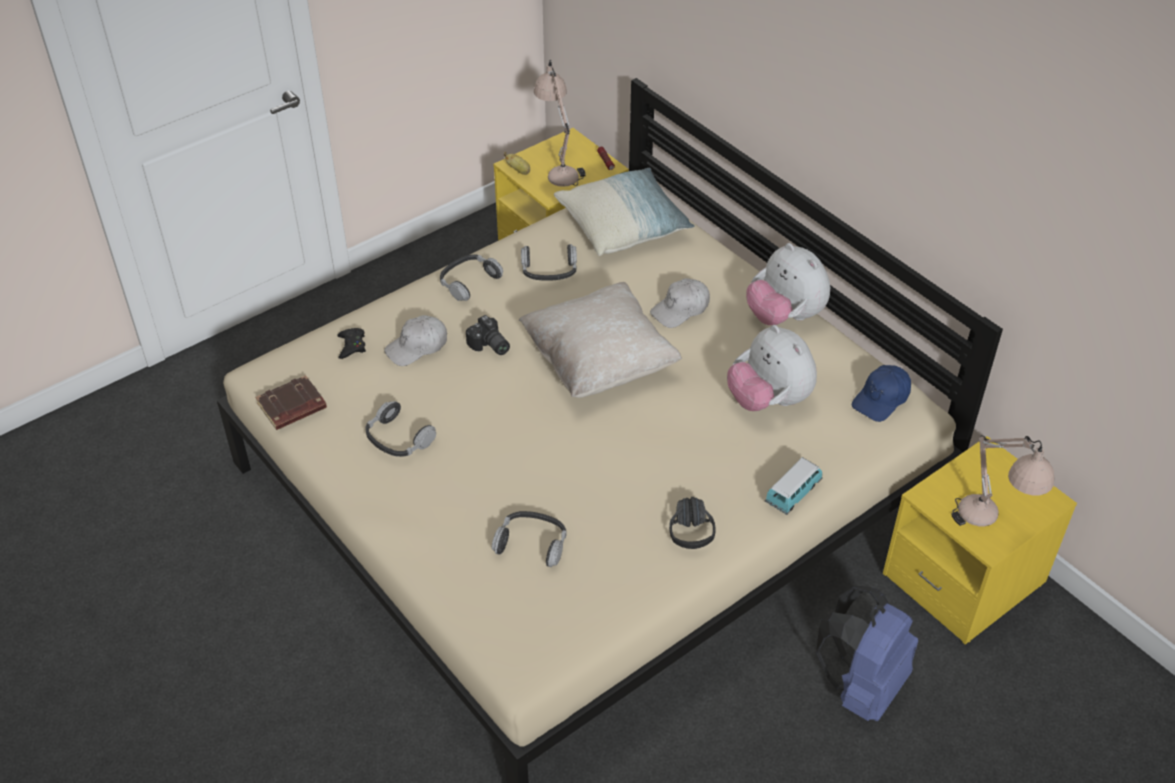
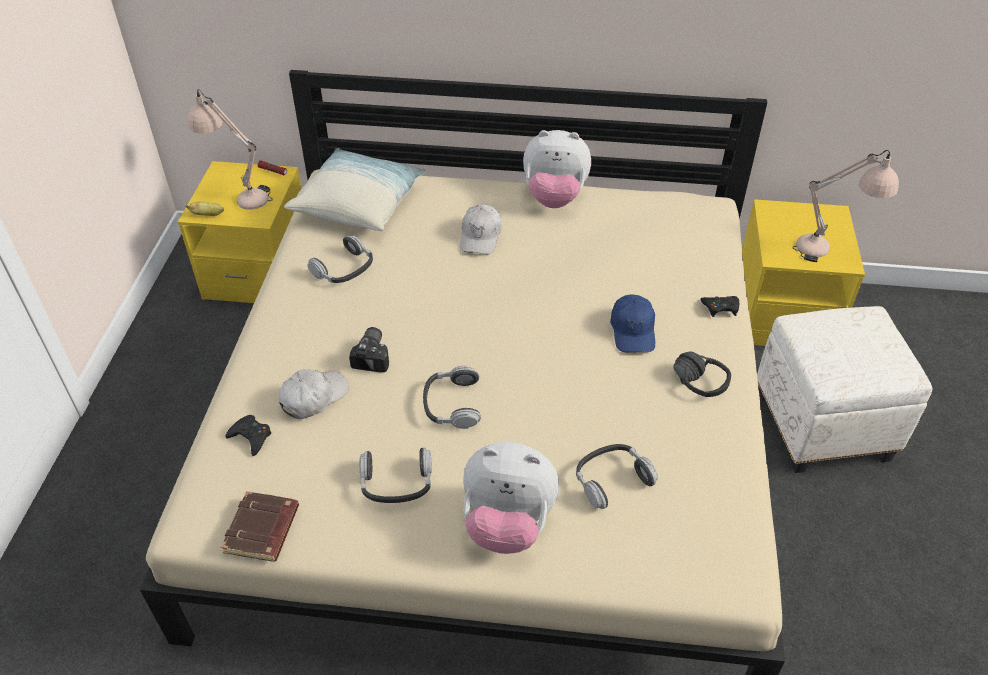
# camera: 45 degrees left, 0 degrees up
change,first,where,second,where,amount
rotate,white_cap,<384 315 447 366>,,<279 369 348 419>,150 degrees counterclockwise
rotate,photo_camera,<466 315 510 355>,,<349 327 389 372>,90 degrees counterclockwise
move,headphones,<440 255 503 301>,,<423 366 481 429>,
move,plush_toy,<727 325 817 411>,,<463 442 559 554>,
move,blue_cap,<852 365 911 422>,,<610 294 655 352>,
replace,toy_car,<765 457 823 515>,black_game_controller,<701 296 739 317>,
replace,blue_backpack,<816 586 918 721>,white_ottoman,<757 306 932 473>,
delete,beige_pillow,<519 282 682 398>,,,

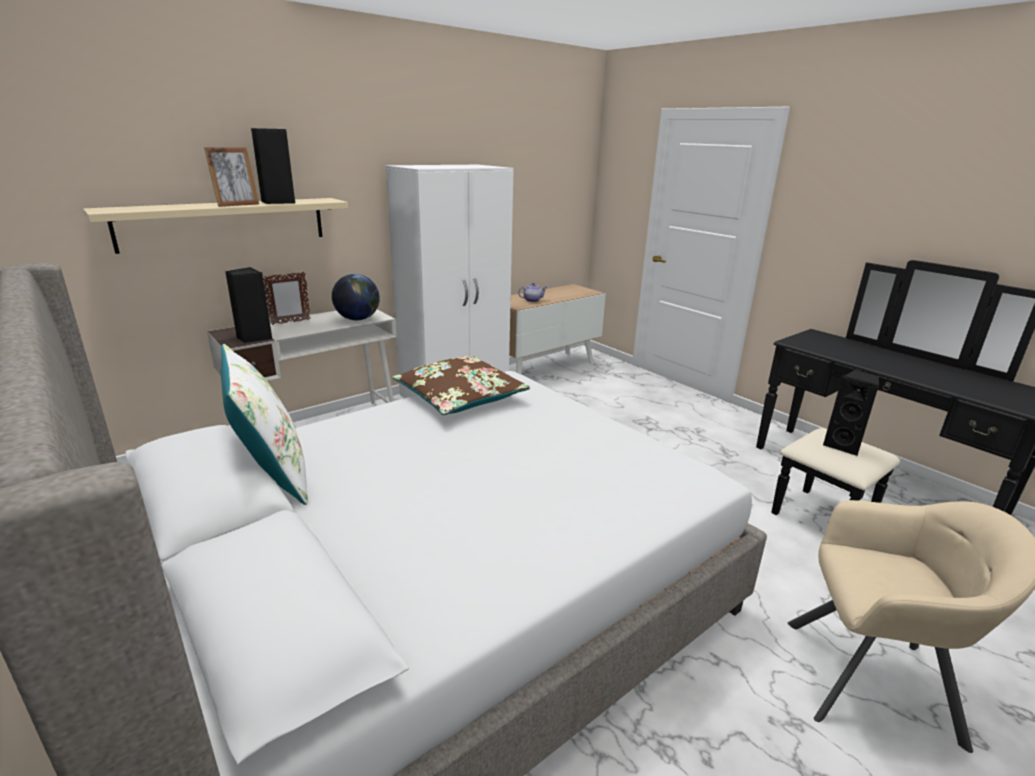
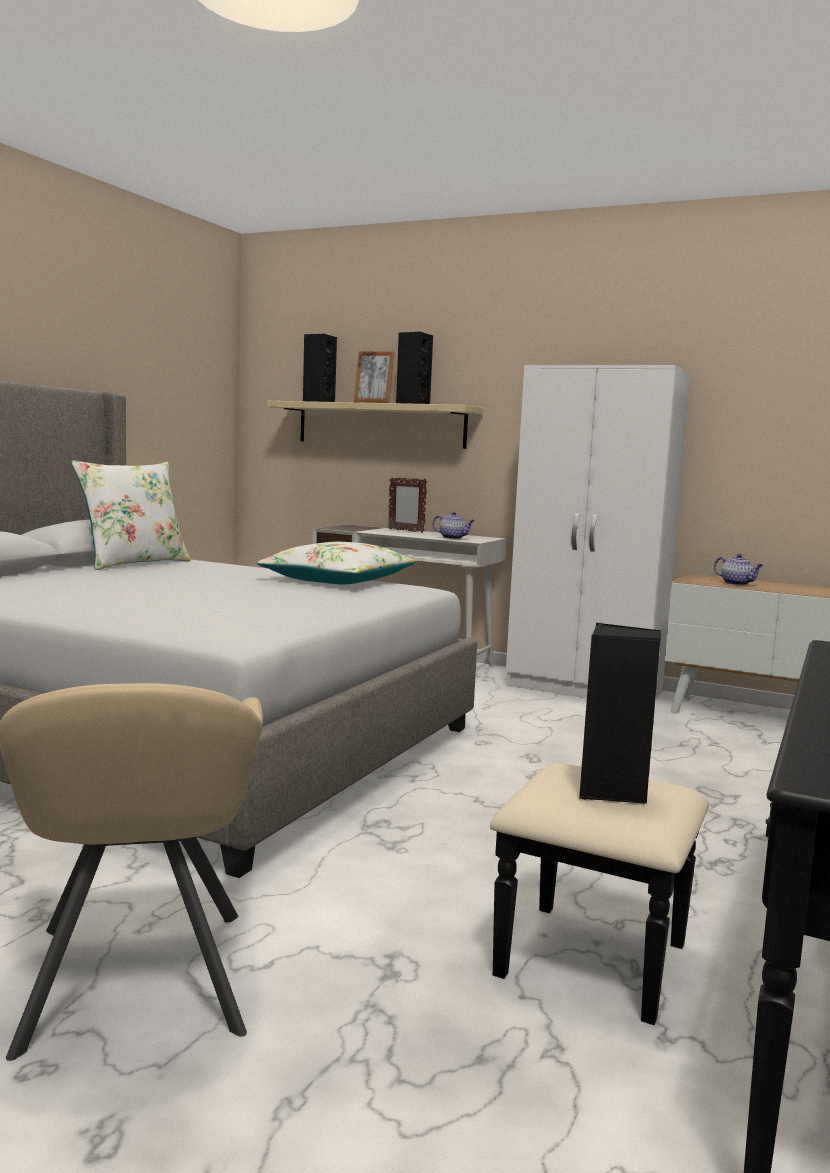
# camera: 65 degrees right, 15 degrees down
change,first,where,second,where,amount
recolor,brown_pillow,<392 356 530 415>,white_pillow,<257 542 416 585>,
move,black_speaker,<225 267 272 343>,,<303 334 337 402>,
replace,globe,<332 274 380 320>,teapot,<433 512 475 539>,

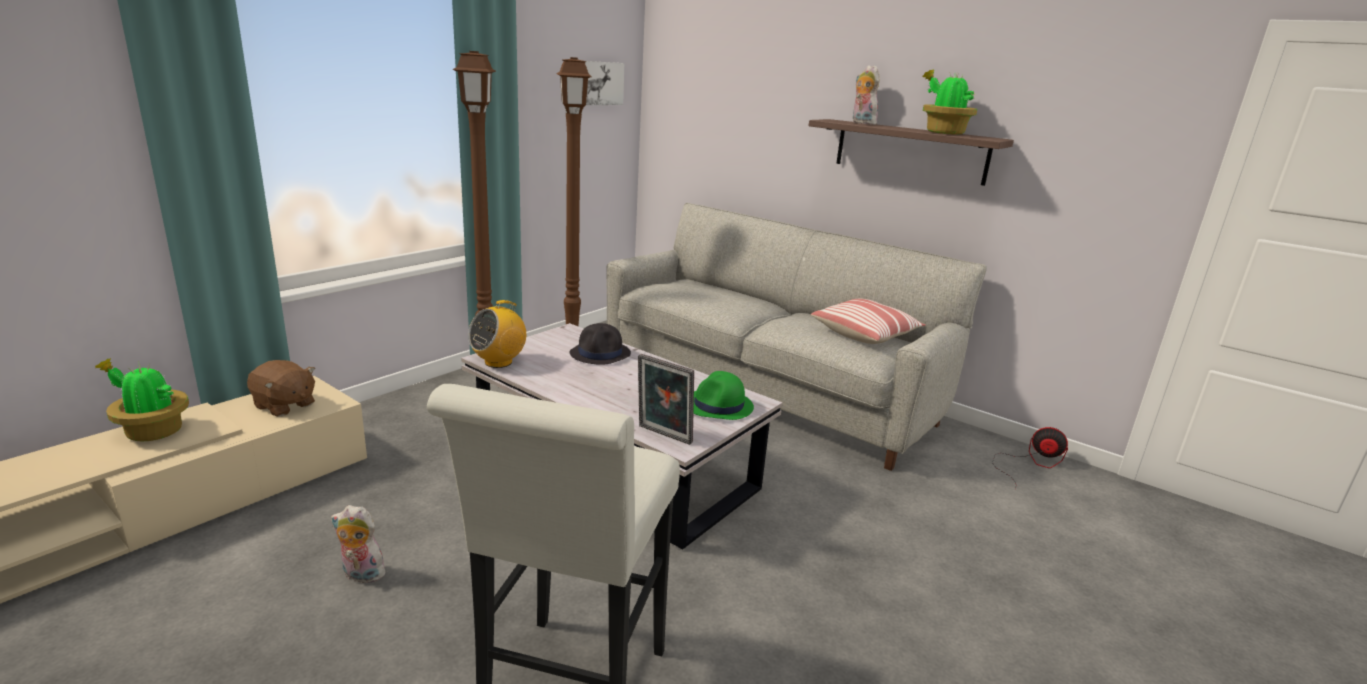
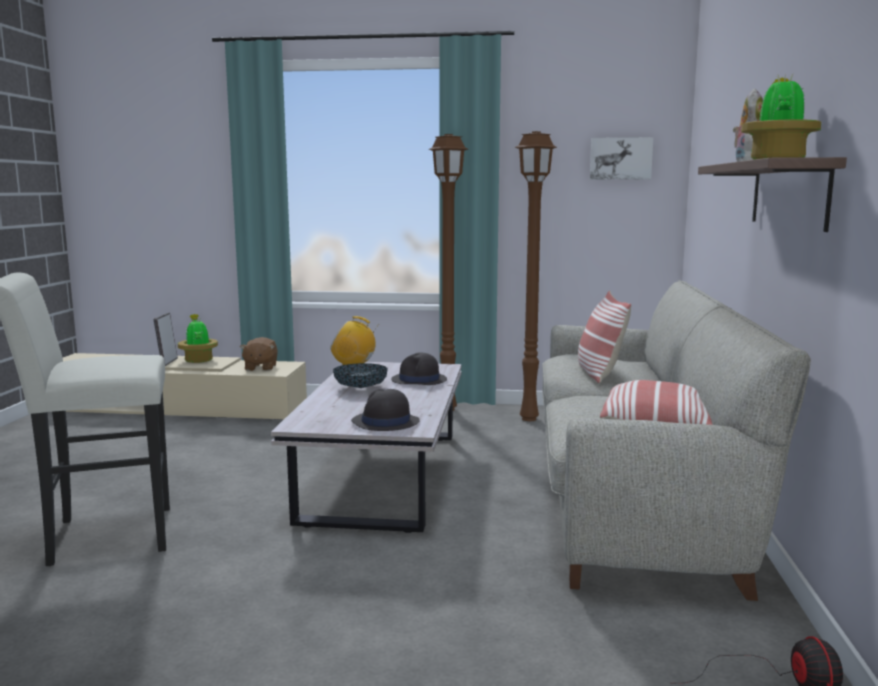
# camera: 60 degrees right, 10 degrees down
change,first,where,second,where,amount
move,picture_frame,<638 354 694 445>,,<153 313 178 366>,
insert,,,bowl,<333 363 388 388>,
recolor,green_hat,<693 371 754 420>,black_hat,<351 389 420 431>,
insert,,,pillow,<578 291 631 383>,
delete,plush_toy,<331 505 391 583>,,,

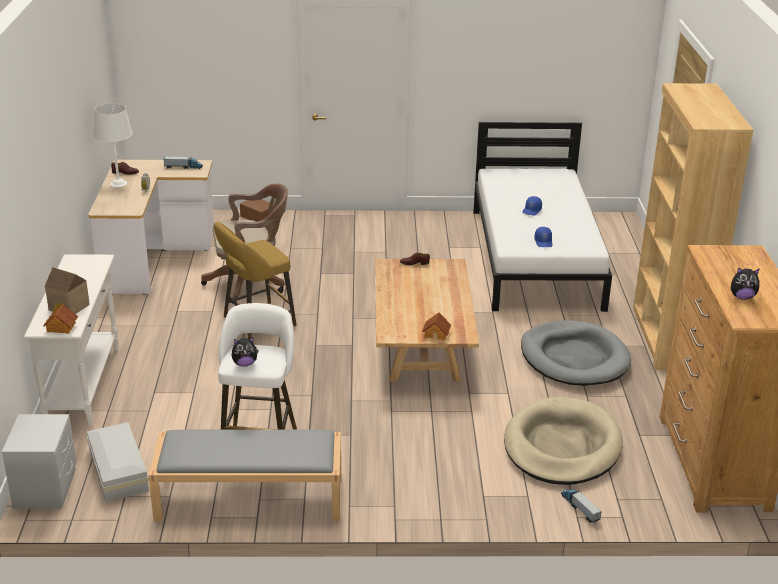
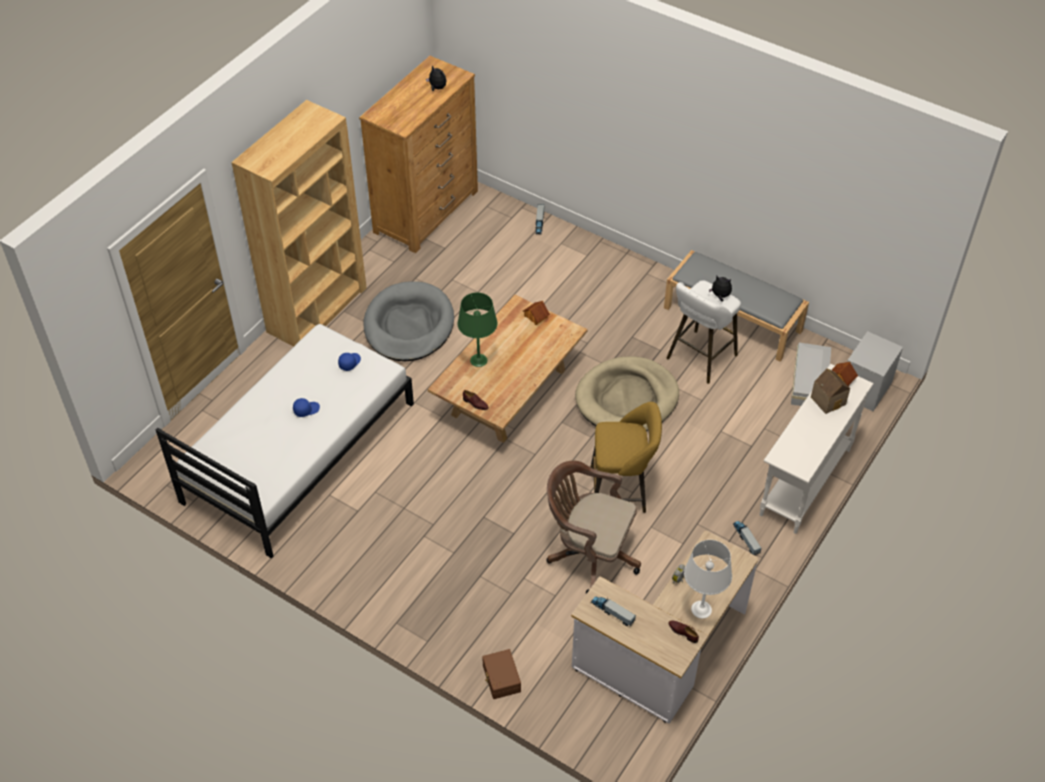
# camera: 145 degrees left, 20 degrees up
change,first,where,second,where,amount
insert,,,green_table_lamp,<457 293 497 367>,
move,beige_dog_bed,<504 397 623 485>,,<575 356 679 431>,
insert,,,toy_truck,<733 521 762 555>,

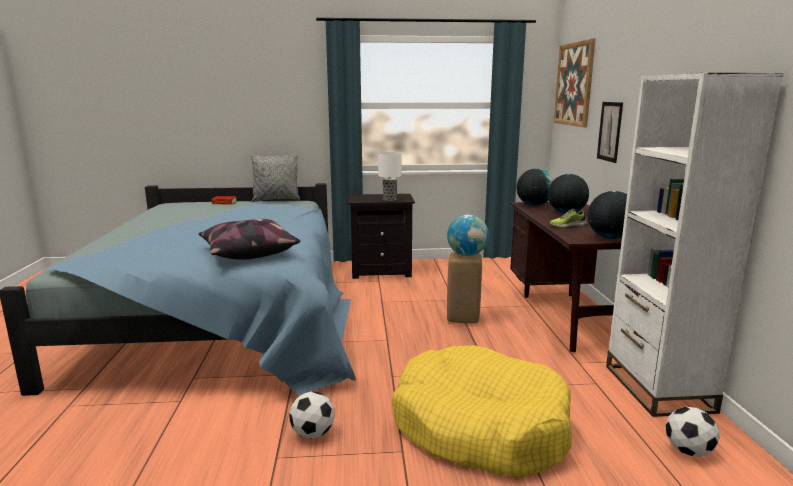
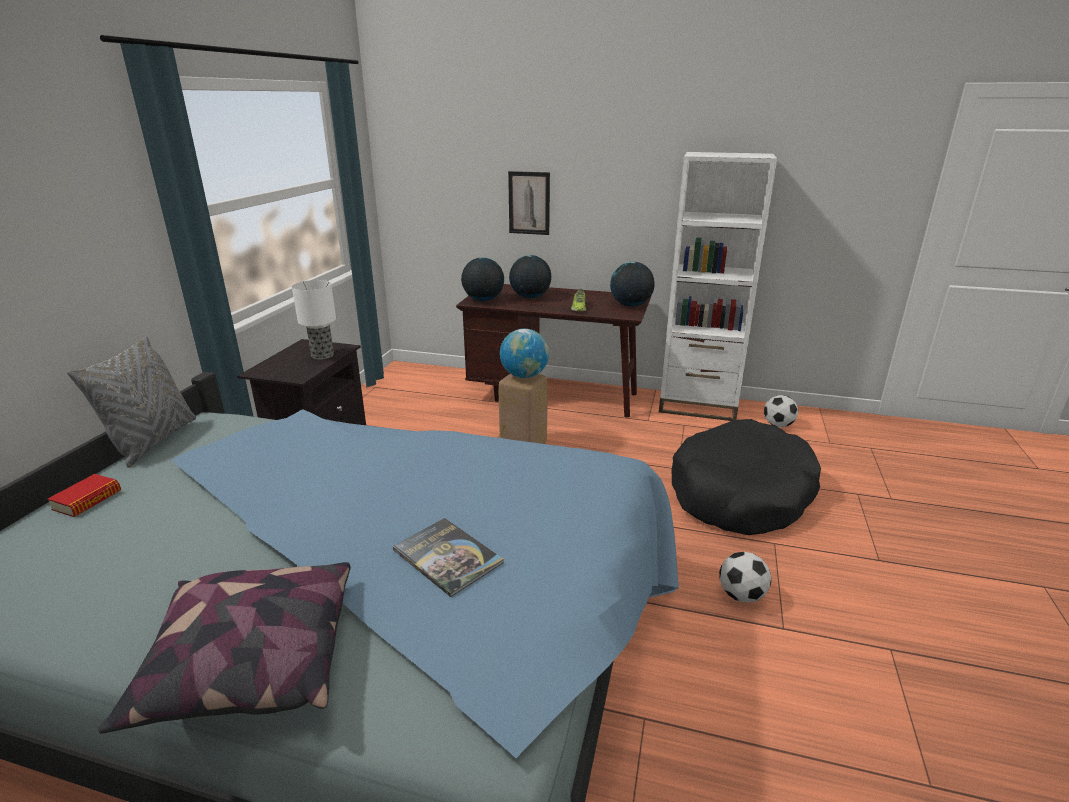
# camera: 70 degrees left, 10 degrees up
change,first,where,second,where,amount
move,pillow,<199 219 300 260>,,<98 562 351 733>,
insert,,,book,<393 518 504 597>,
recolor,yellow_dog_bed,<392 345 572 478>,black_dog_bed,<672 419 821 535>,
delete,picture,<554 39 595 127>,,,

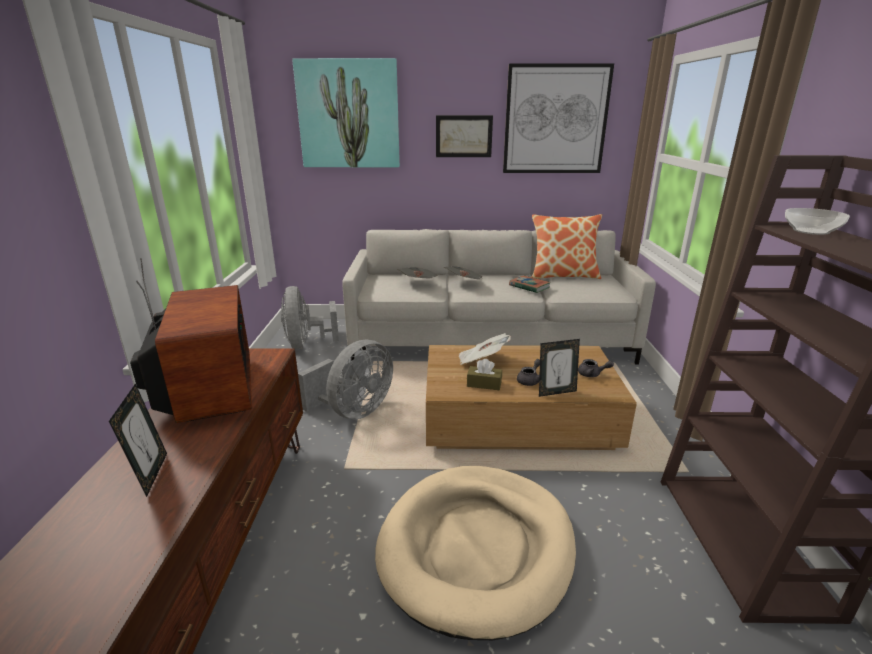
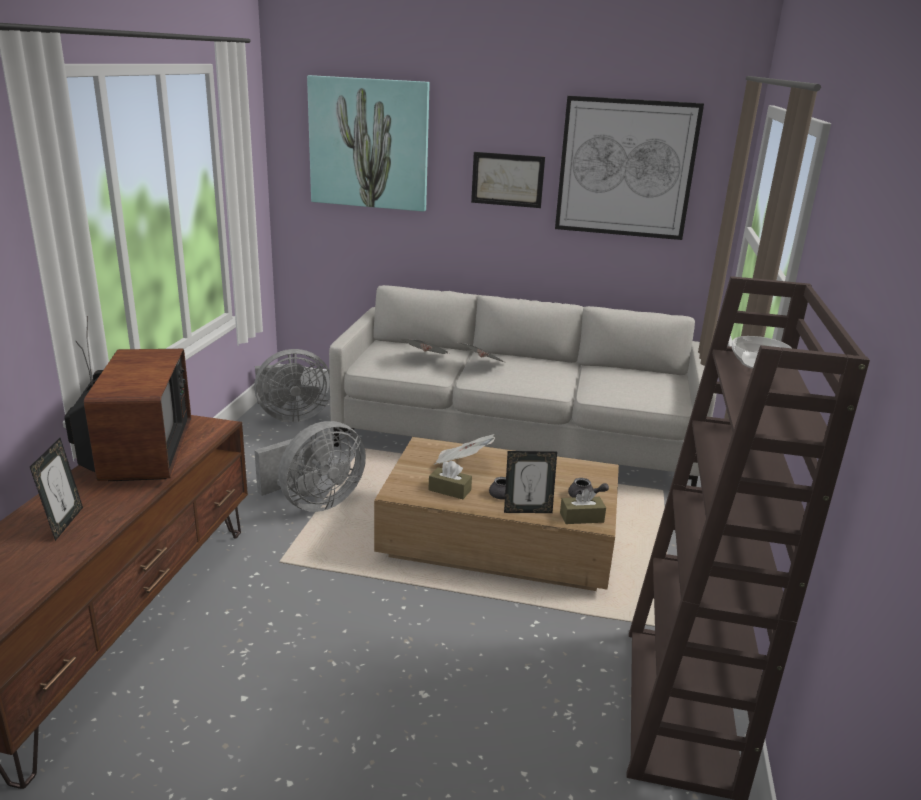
# camera: 10 degrees right, 0 degrees up
change,first,where,second,where,amount
rotate,grey_fan,<281 286 339 349>,,<254 349 330 422>,105 degrees counterclockwise
insert,,,brown_tissue_box,<560 489 606 524>,
delete,beige_dog_bed,<375 466 576 640>,,,
delete,book,<509 275 551 293>,,,
delete,pillow,<532 214 602 279>,,,

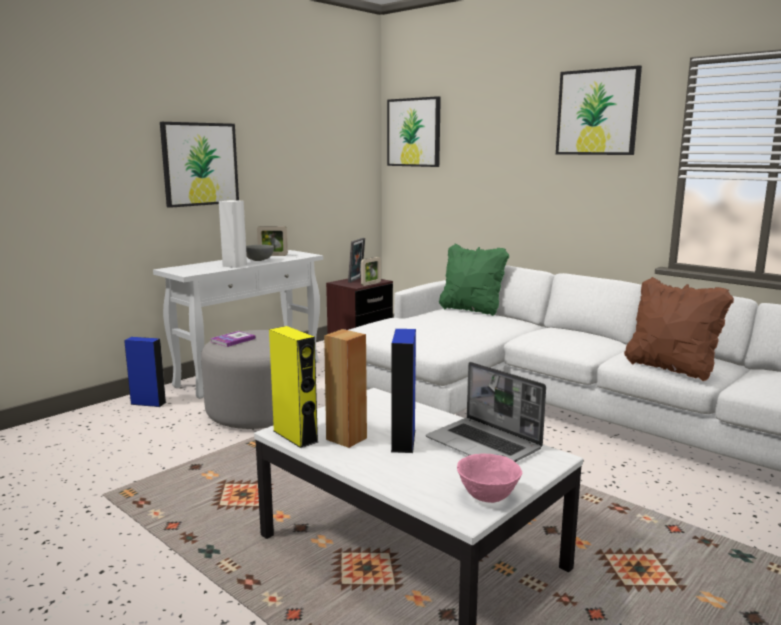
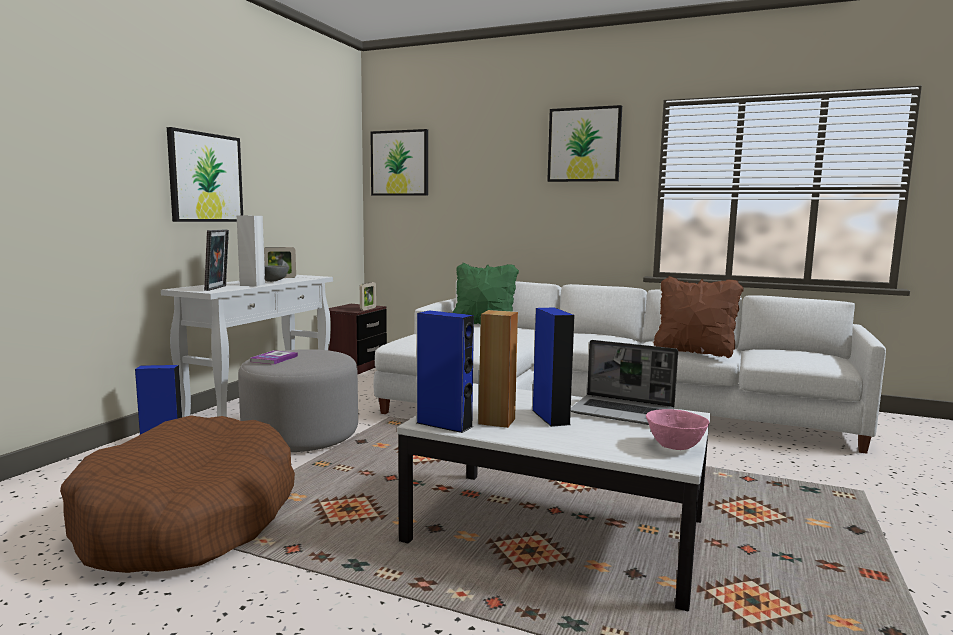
# camera: 20 degrees left, 5 degrees down
change,first,where,second,where,amount
insert,,,brown_dog_bed,<60 415 295 573>,
move,picture_frame,<348 238 365 283>,,<204 229 229 291>,
recolor,yellow_speaker,<269 326 318 448>,blue_speaker,<417 311 474 433>,

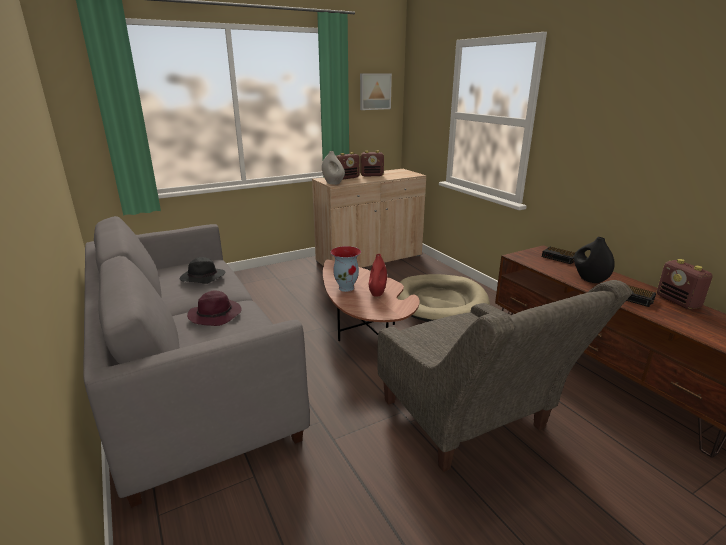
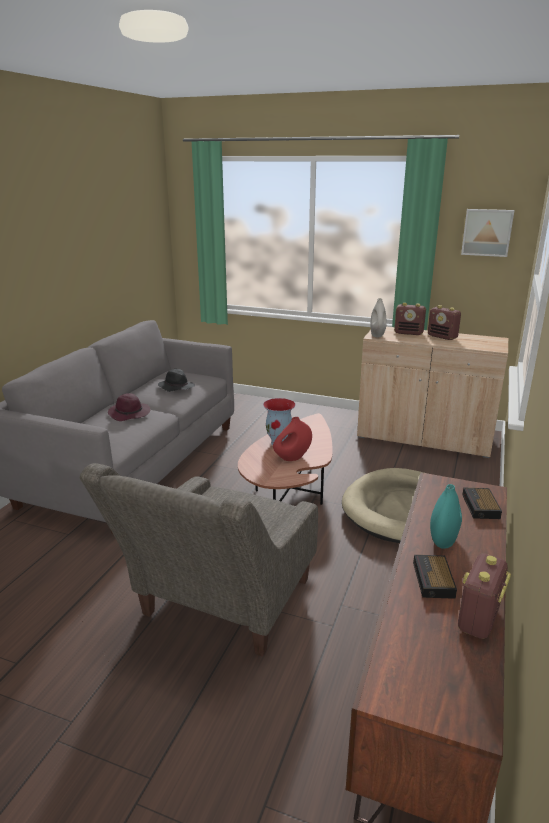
# camera: 50 degrees right, 0 degrees up
change,first,where,second,where,amount
recolor,black_vase,<574 237 615 283>,turquoise_vase,<430 484 462 549>,

